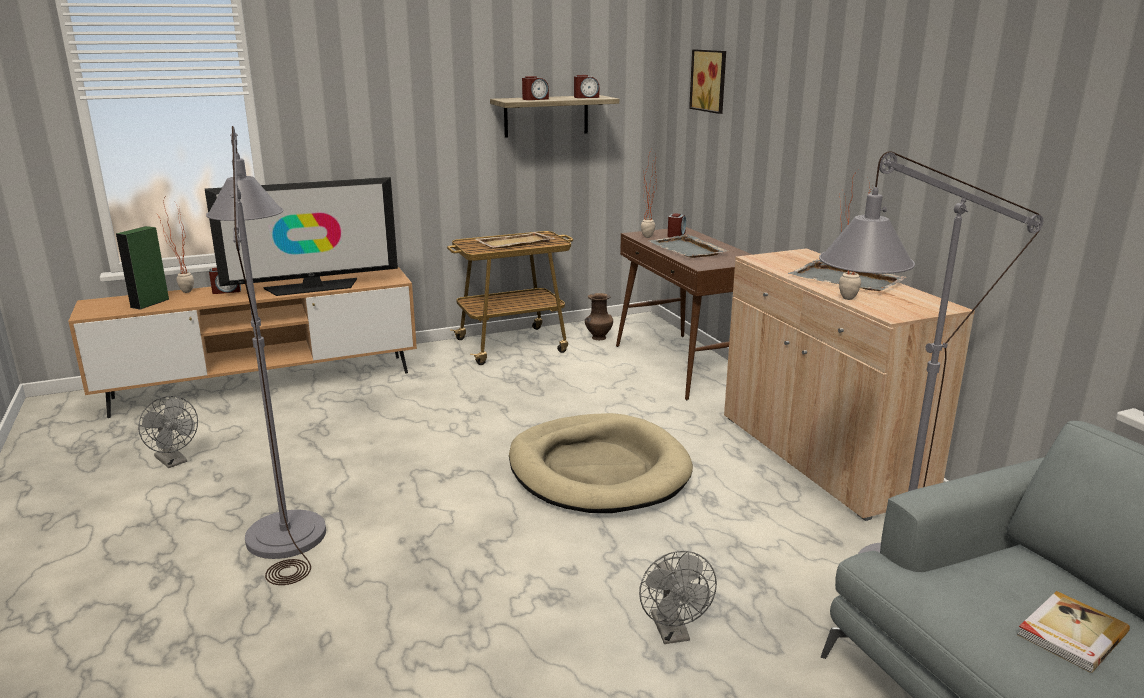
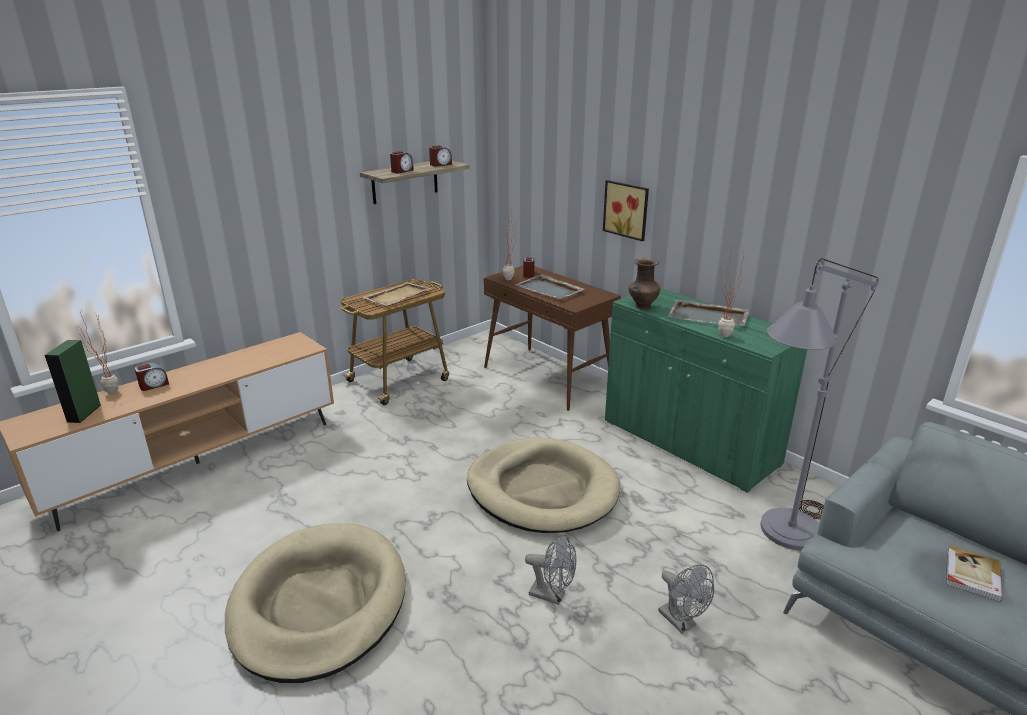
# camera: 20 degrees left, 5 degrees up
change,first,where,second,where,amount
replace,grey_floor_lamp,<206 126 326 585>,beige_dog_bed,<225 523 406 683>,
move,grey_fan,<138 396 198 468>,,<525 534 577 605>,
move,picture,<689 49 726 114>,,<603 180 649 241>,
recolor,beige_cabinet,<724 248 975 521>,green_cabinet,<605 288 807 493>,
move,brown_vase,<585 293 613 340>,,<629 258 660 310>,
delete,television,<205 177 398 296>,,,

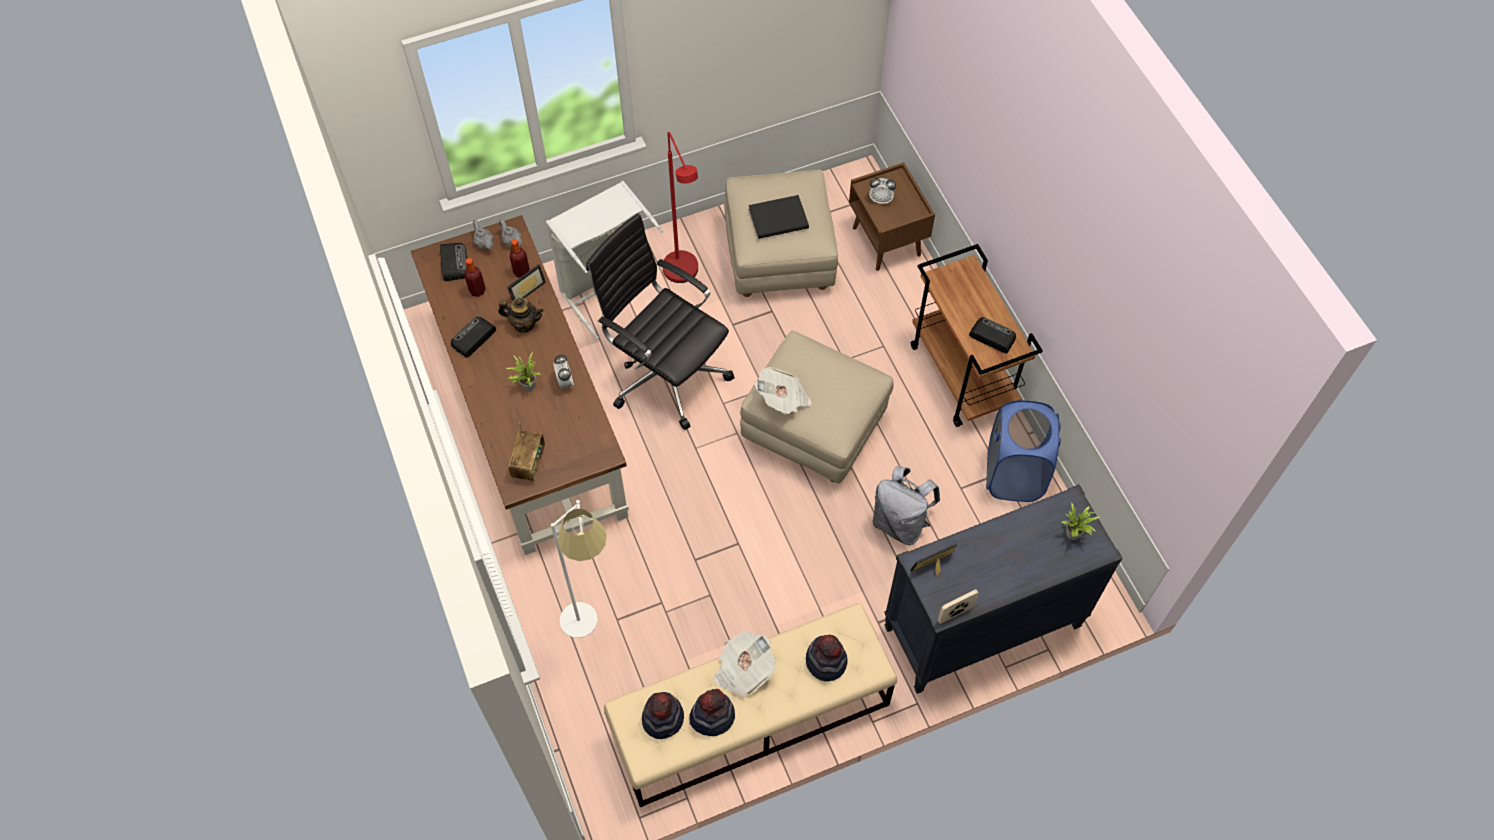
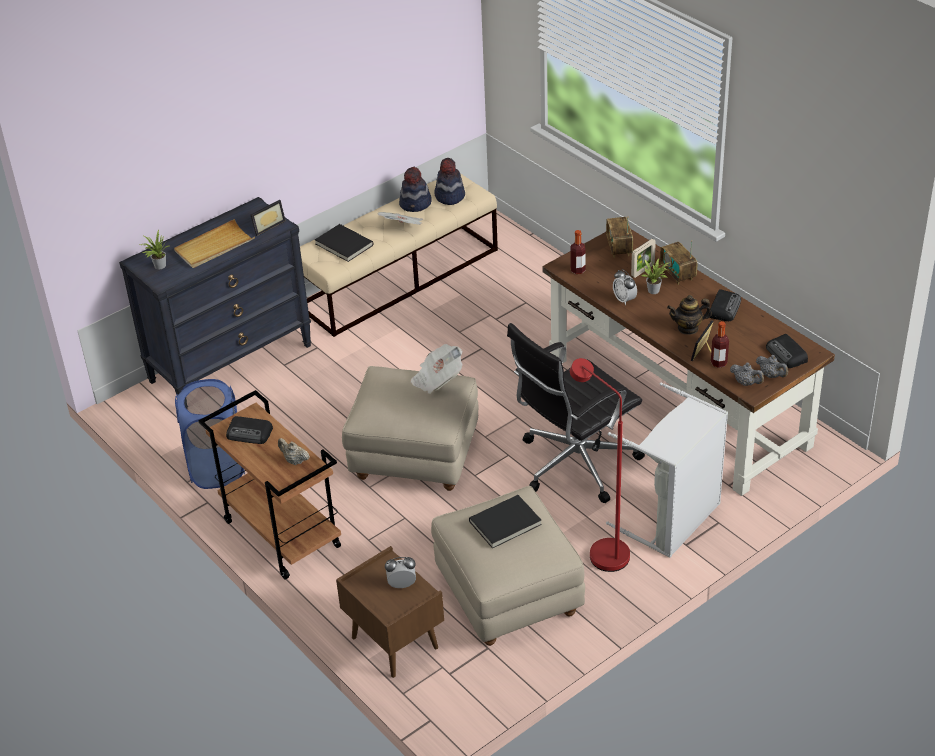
# camera: 165 degrees right, 20 degrees down
change,first,where,second,where,amount
insert,,,beige_tray,<174 219 255 268>,
insert,,,beige_teapot,<278 438 310 465>,
replace,hat,<806 635 848 681>,black_book,<315 224 374 262>,
rotate,black_office_chair,<586 213 735 430>,,<507 323 645 503>,120 degrees clockwise
move,bottle,<464 258 486 297>,,<570 230 586 274>,
move,picture_frame,<938 589 979 624>,,<631 239 656 278>,
insert,,,radio,<660 240 697 285>,
delete,white_floor_lamp,<551 500 607 638>,,,
delete,grey_backpack,<873 466 940 545>,,,

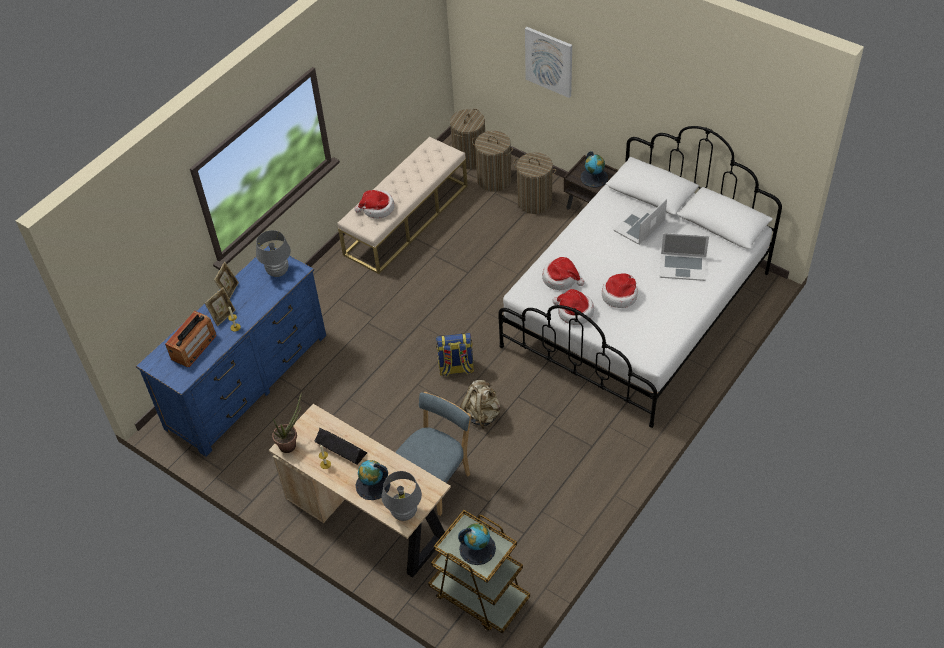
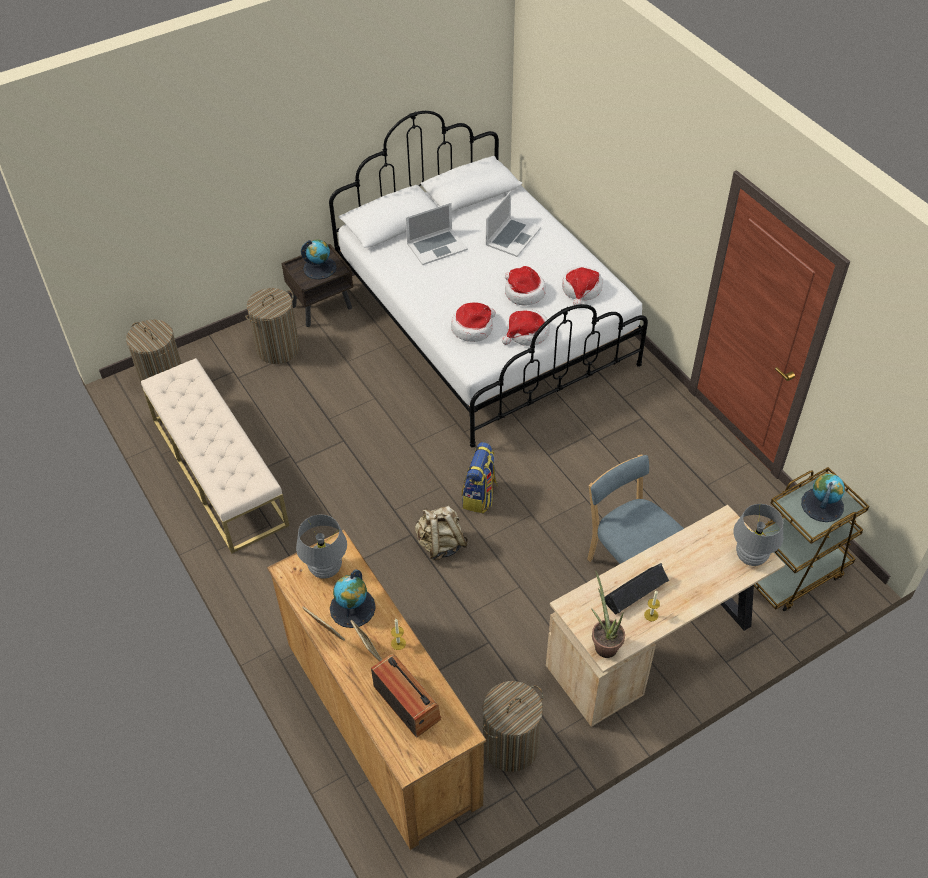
# camera: 70 degrees left, 0 degrees up
change,first,where,second,where,amount
recolor,blue_dresser,<136 245 326 457>,brown_dresser,<267 530 486 850>,
move,globe,<355 460 390 500>,,<330 570 376 628>,
rotate,laptop,<614 199 667 245>,,<406 203 468 265>,90 degrees counterclockwise
move,beige_backpack,<460 380 500 429>,,<415 505 468 560>,
move,laundry_basket,<472 131 513 192>,,<482 681 543 772>,
move,hat,<355 190 395 219>,,<562 266 603 305>,
delete,picture,<525 27 572 98>,,,

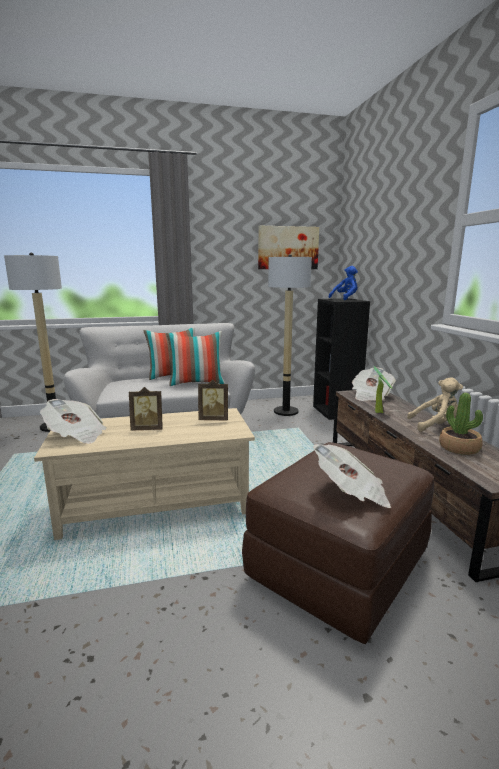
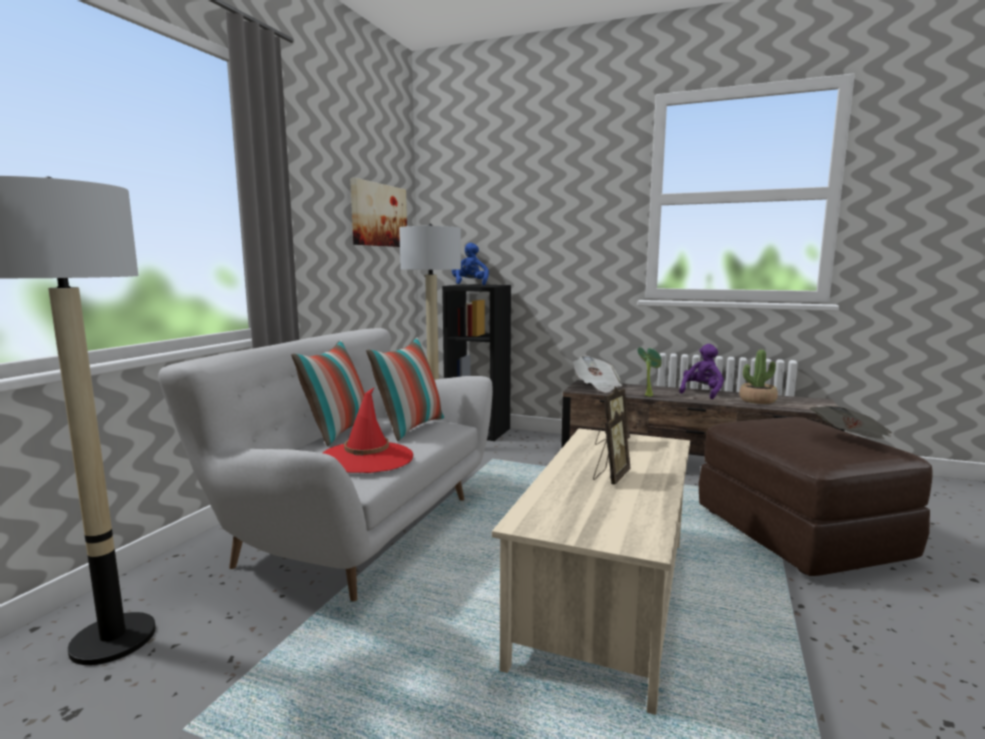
# camera: 55 degrees left, 5 degrees down
change,first,where,second,where,amount
insert,,,red_hat,<323 388 413 473>,
recolor,beige_plush_toy,<407 377 463 432>,purple_plush_toy,<679 344 724 399>,
delete,newspaper,<40 399 107 444>,,,

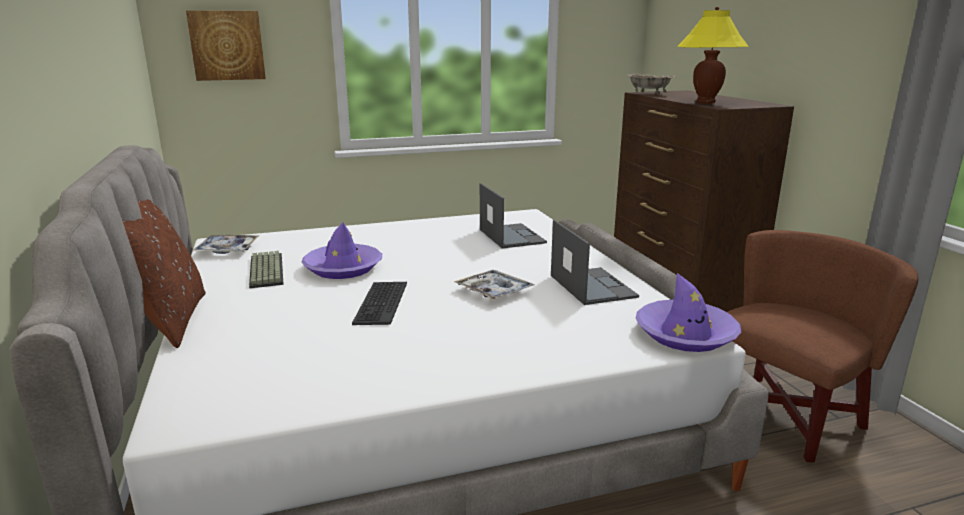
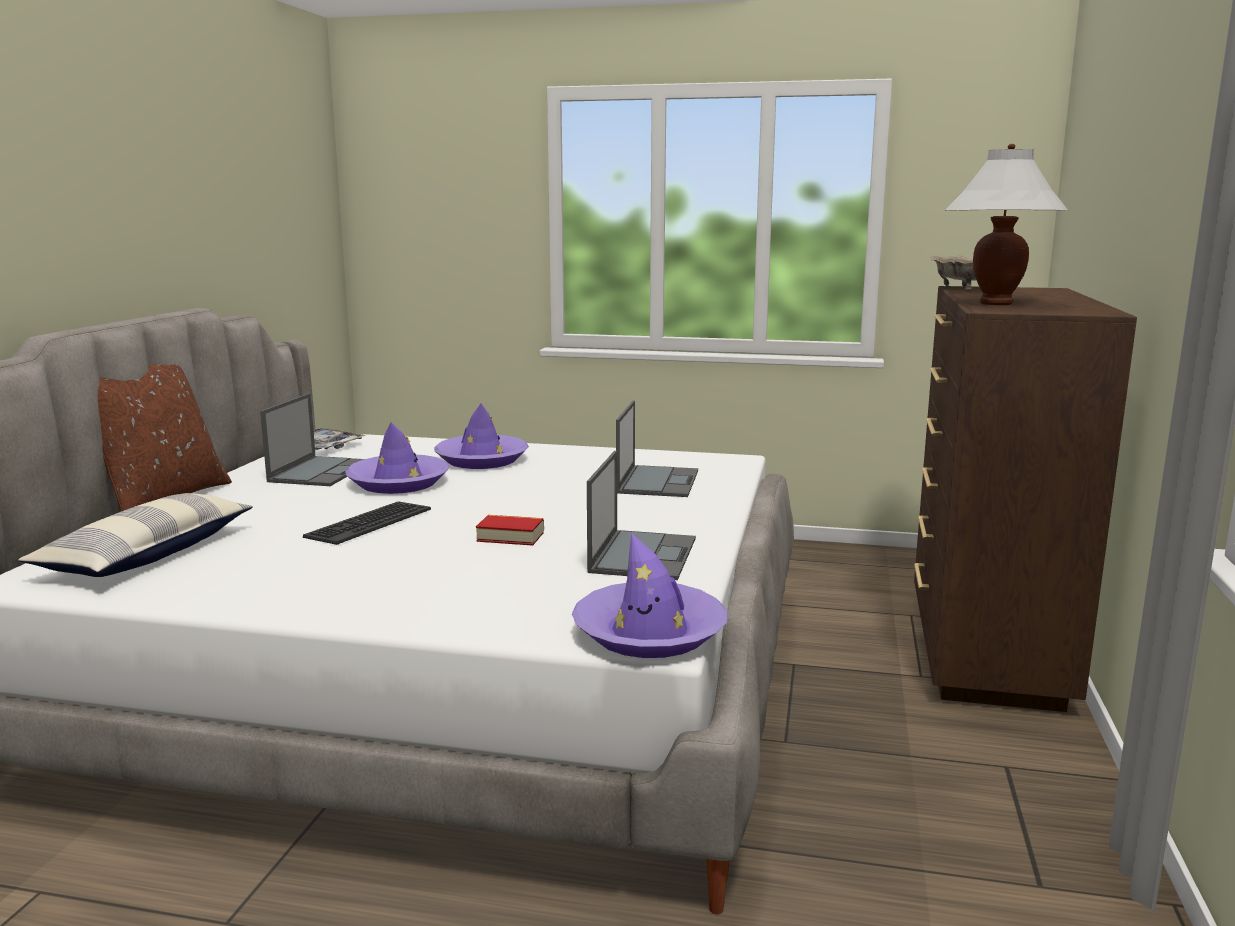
# camera: 30 degrees right, 5 degrees down
change,first,where,second,where,amount
insert,,,pillow,<18 493 253 577>,
replace,keyboard,<249 251 284 288>,laptop,<260 393 364 486>,
insert,,,purple_hat,<434 404 529 469>,
replace,tray,<454 270 534 300>,book,<476 515 544 546>,
recolor,yellow_table_lamp,<677 7 749 104>,white_table_lamp,<945 144 1069 305>,
delete,picture,<186 10 266 81>,,,
delete,brown_armchair,<727 230 918 463>,,,

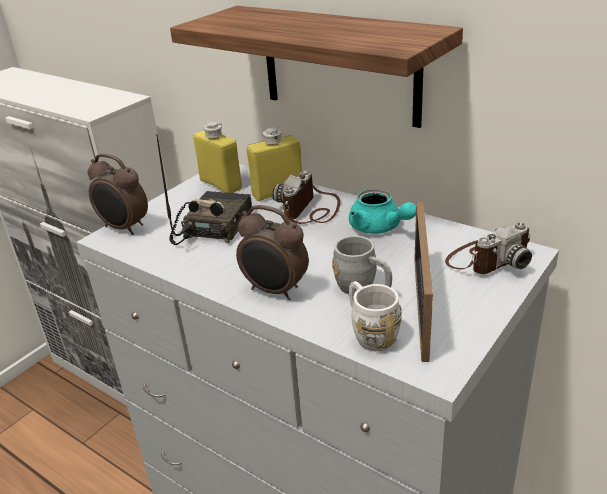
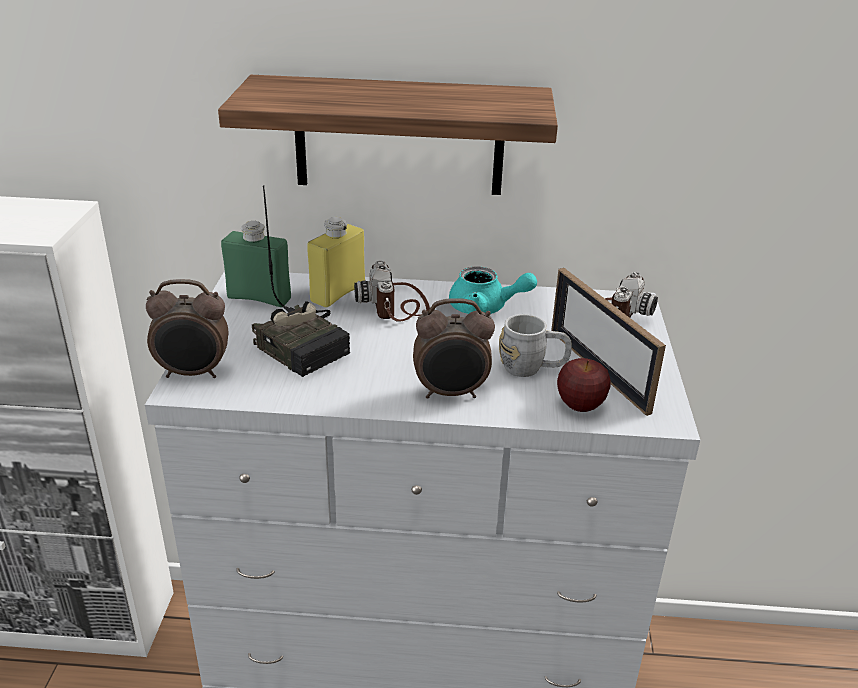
# camera: 35 degrees left, 0 degrees up
change,first,where,second,where,amount
recolor,yellow_bottle,<193 122 242 193>,green_bottle,<221 221 291 307>,
rotate,radio,<156 134 252 245>,,<252 185 350 377>,150 degrees clockwise
replace,white_mug,<349 281 402 351>,apple,<557 358 611 412>,

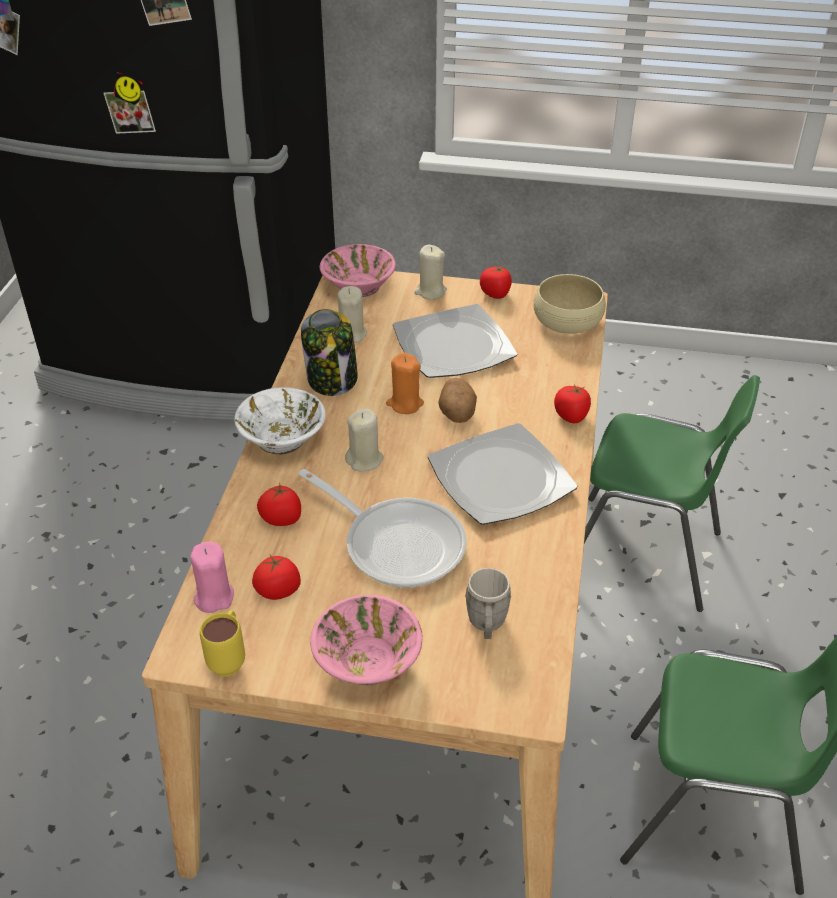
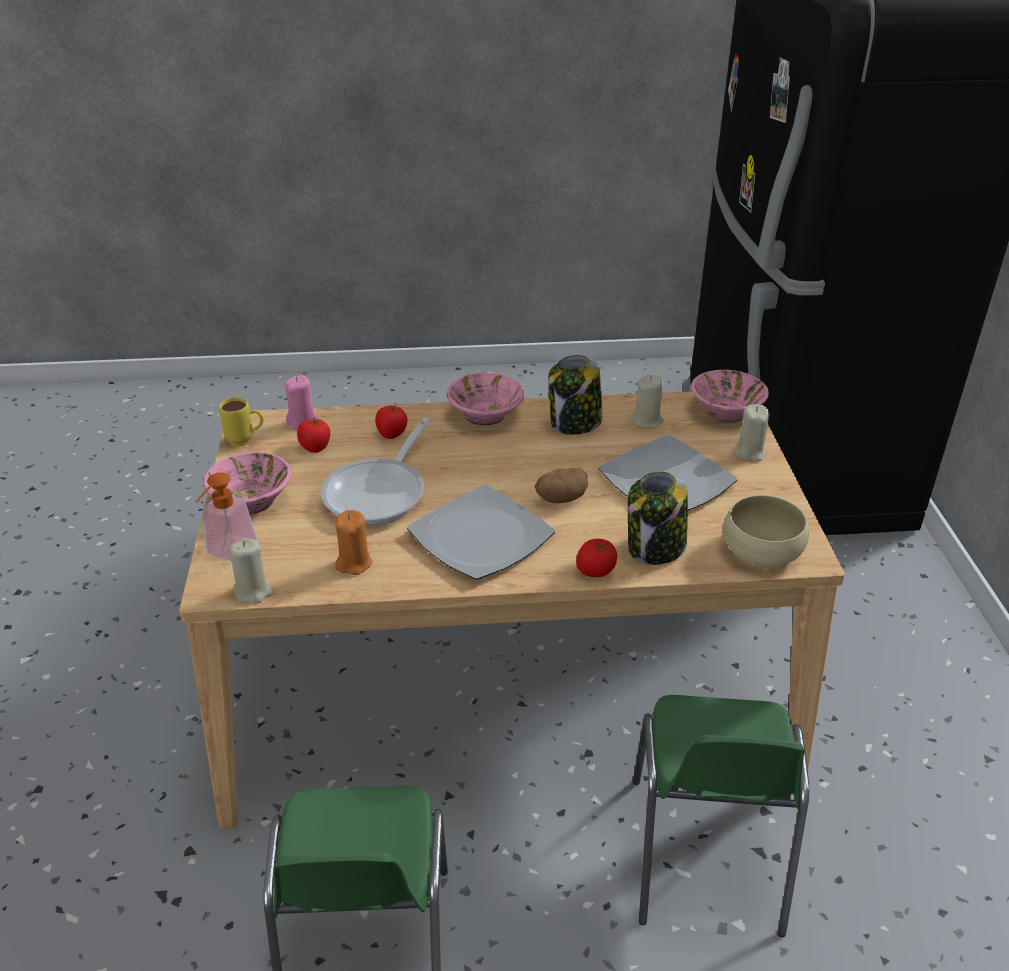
# camera: 75 degrees right, 5 degrees down
change,first,where,second,where,amount
insert,,,soap_dispenser,<195 472 257 561>,
move,beige_candle,<345 409 384 471>,,<229 538 274 604>,
move,orange_candle,<386 353 424 414>,,<335 510 372 575>,
recolor,white_bowl,<234 387 326 454>,pink_bowl,<447 373 524 425>,
insert,,,jar,<628 472 688 565>,
delete,grey_mug,<465 568 511 639>,,,
delete,tomato,<480 265 512 299>,,,

